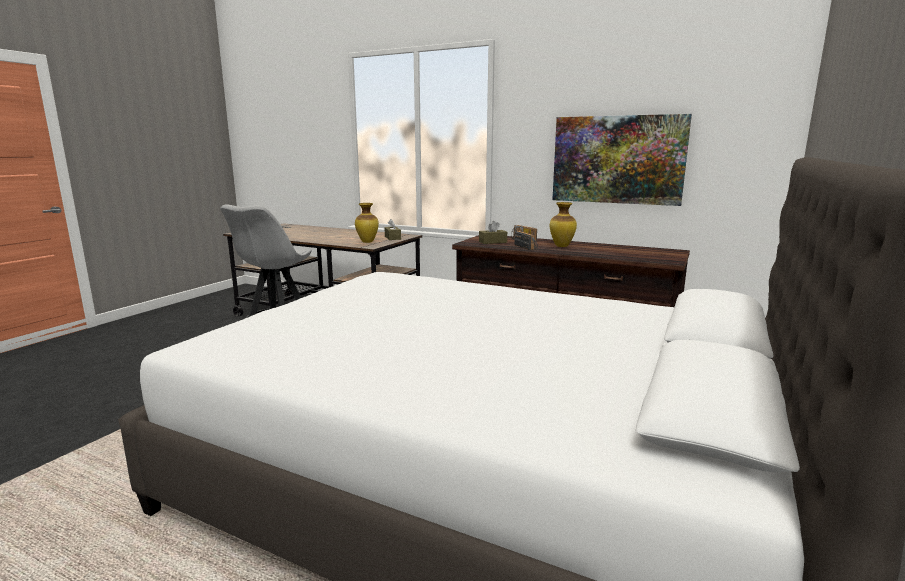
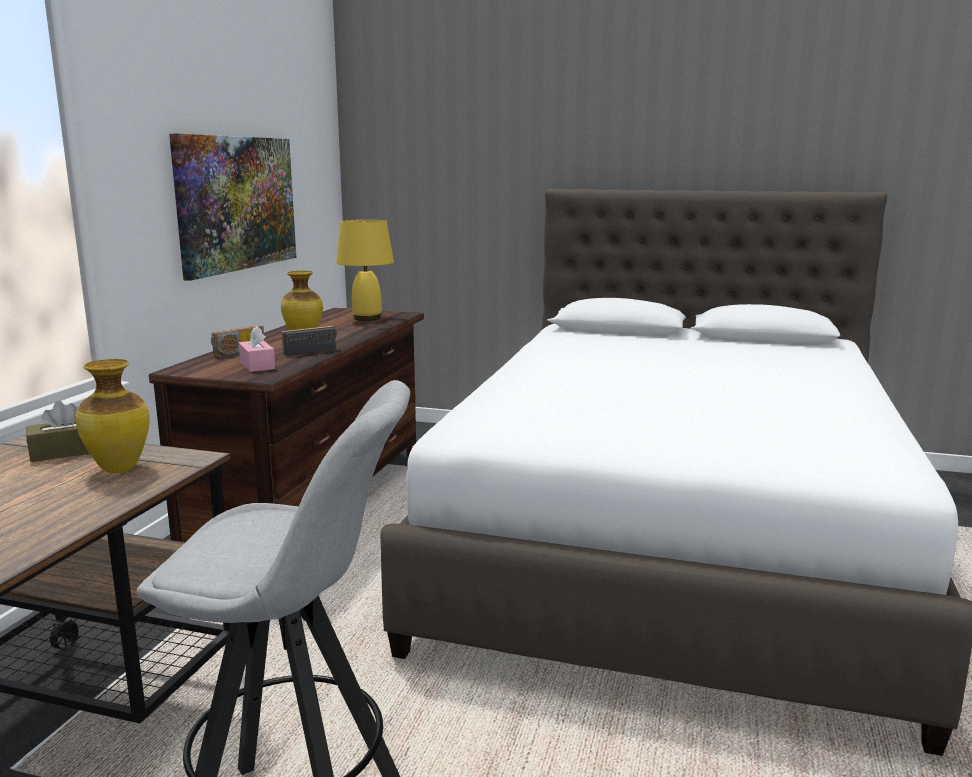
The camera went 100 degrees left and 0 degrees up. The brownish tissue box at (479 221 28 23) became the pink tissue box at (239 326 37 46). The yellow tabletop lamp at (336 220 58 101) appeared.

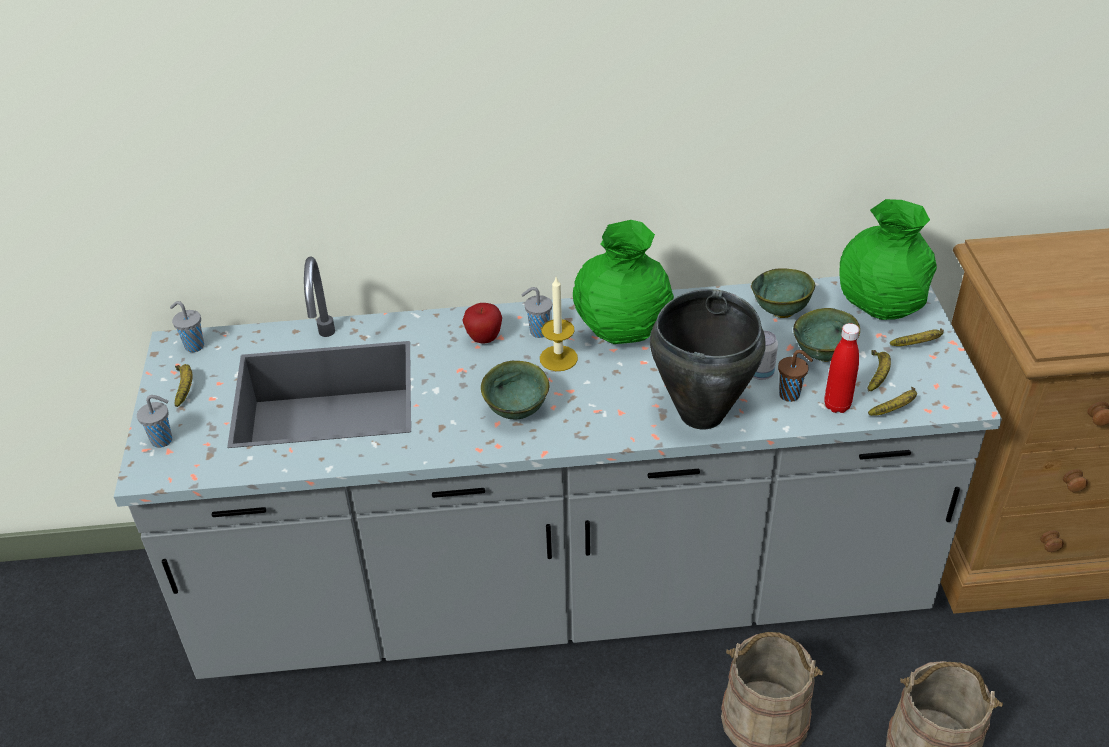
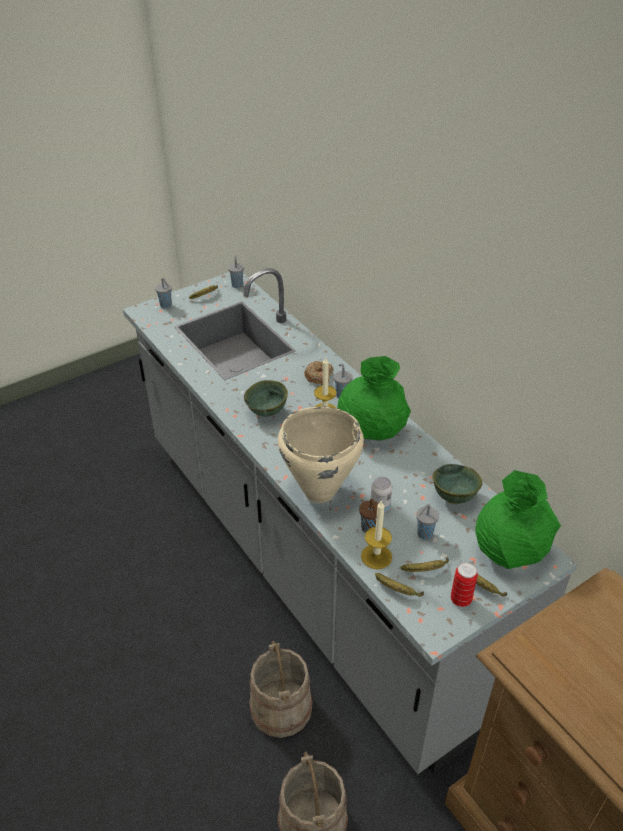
The camera went 60 degrees right and 0 degrees up. The black stockpot at (650 289 116 140) became the beige stockpot at (278 407 86 96). The apple fruit at (462 303 40 41) was replaced by the ring doughnut at (304 361 30 24). The greenish serving bowl at (793 308 67 54) was replaced by the gray small cup at (416 504 23 36). The reddish drink bottle at (824 323 36 90) was replaced by the wax candle at (361 500 31 69). The sealed can at (451 562 27 45) appeared.

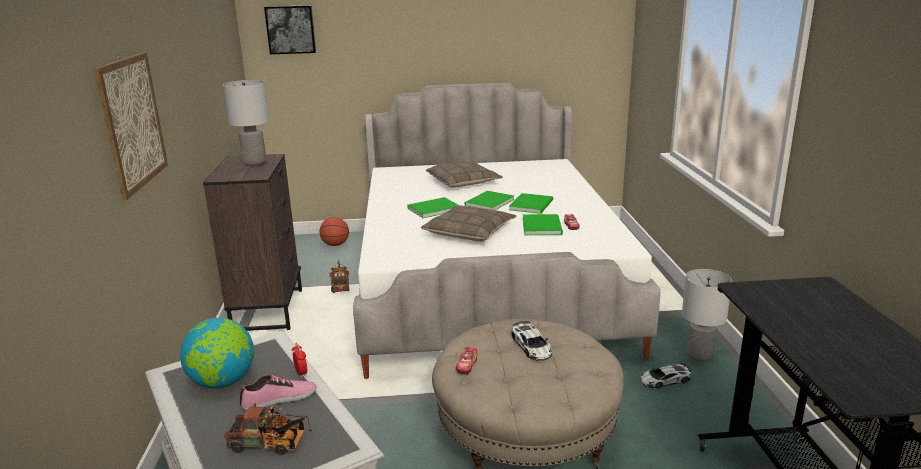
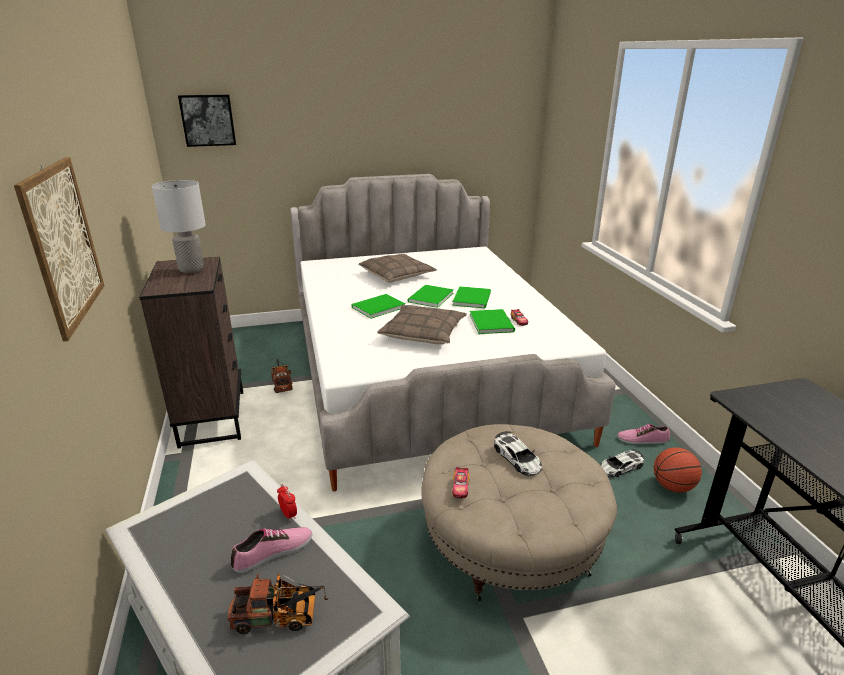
The camera went 10 degrees left and 5 degrees up. The basketball ball moved from (320 217 29 29) to (654 447 48 46). The gray tabletop lamp at (682 269 50 92) was replaced by the low shoe at (617 424 53 20). The world globe at (180 318 74 70) disappeared.

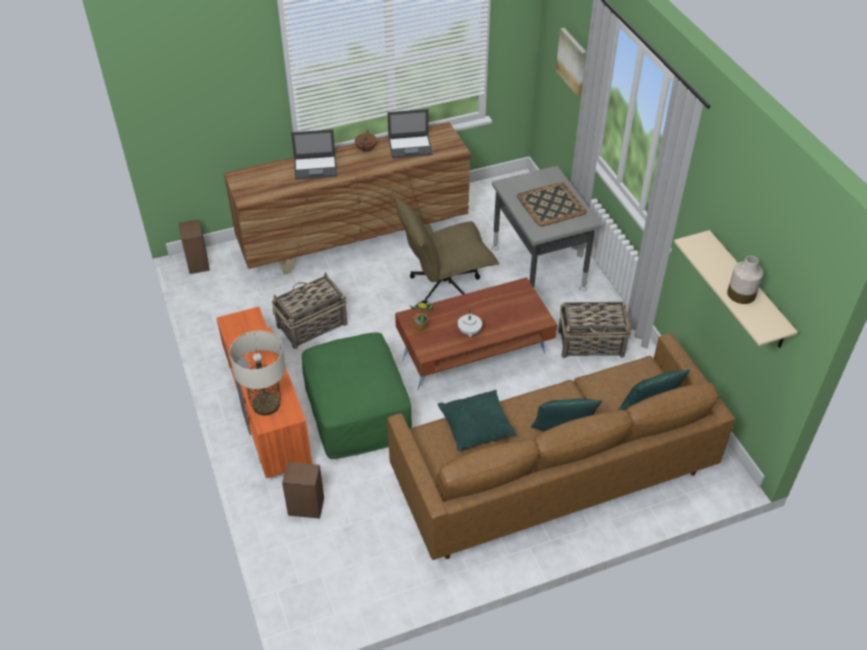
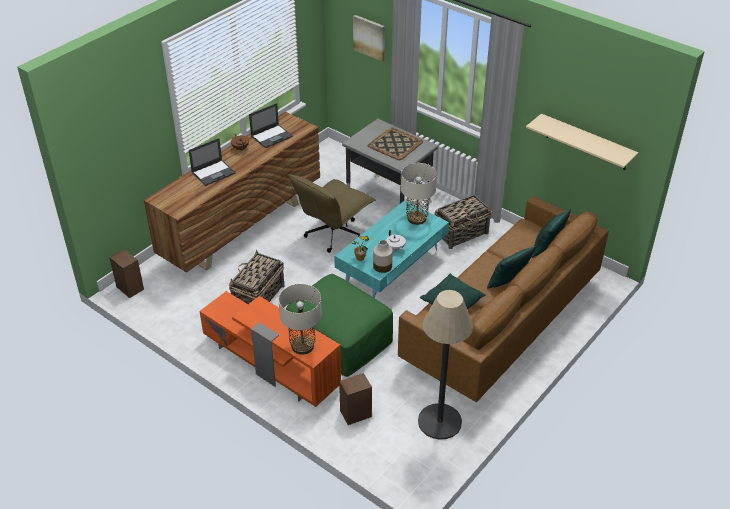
The camera went 30 degrees left and 5 degrees down. The beige flower vase moved from (727 256 36 48) to (373 240 20 33). The brownish coffee table at (395 277 162 113) became the blue-green coffee table at (334 200 115 98). The tabletop lamp at (401 163 36 62) appeared. The standing lamp at (418 290 55 150) appeared.

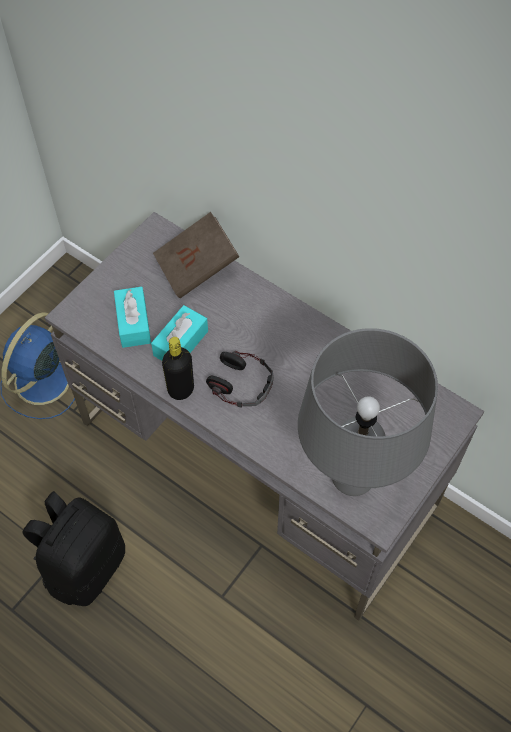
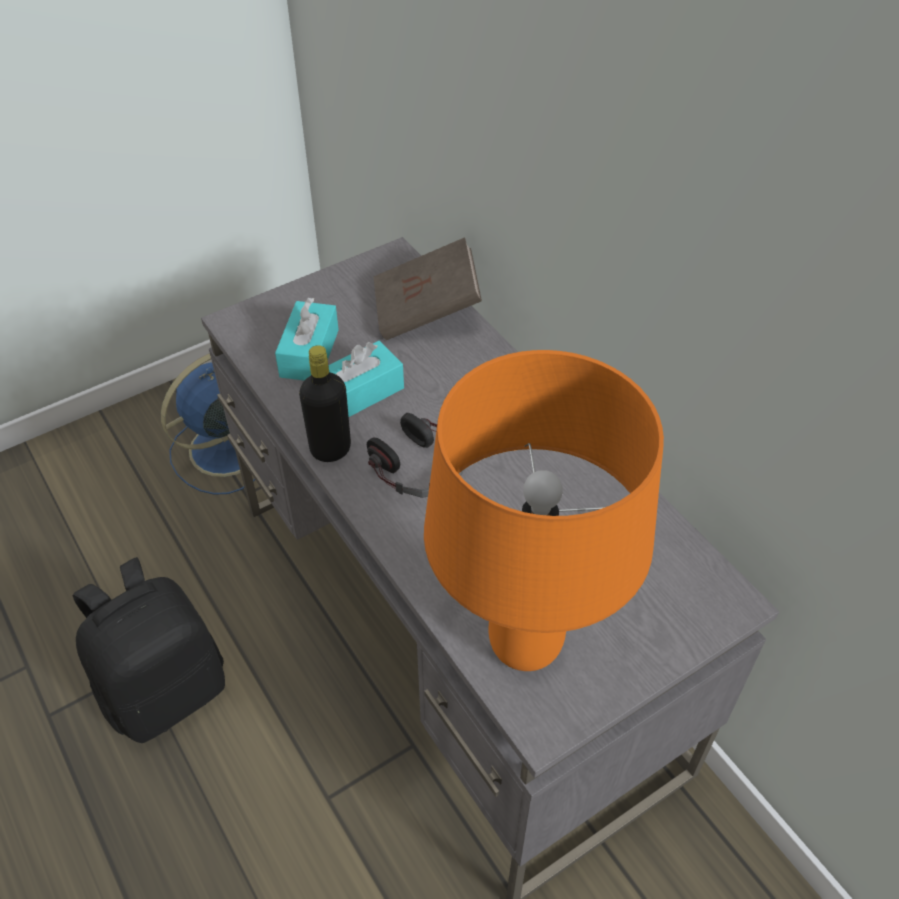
The camera went 20 degrees right and 10 degrees down. The gray tabletop lamp at (298 328 140 168) became the orange tabletop lamp at (424 350 240 321).

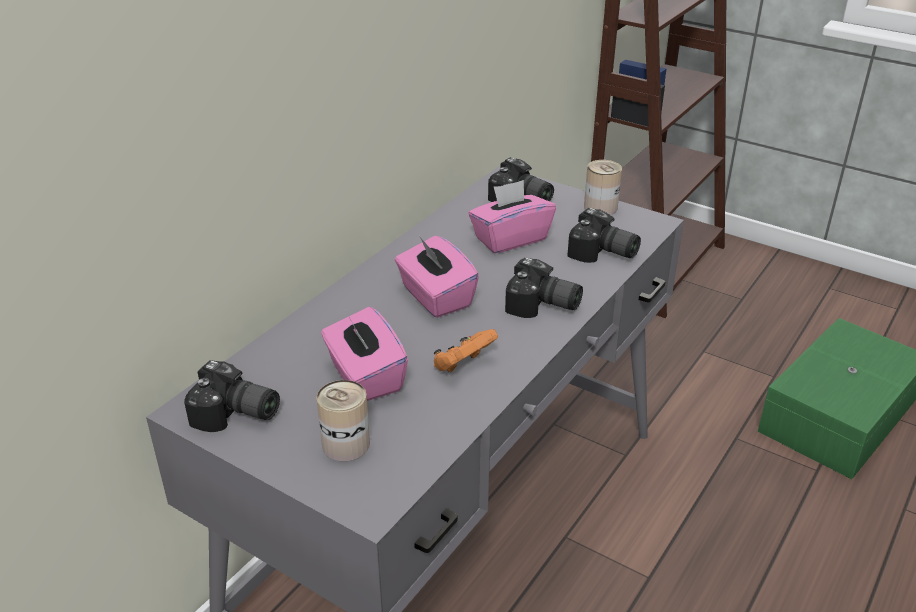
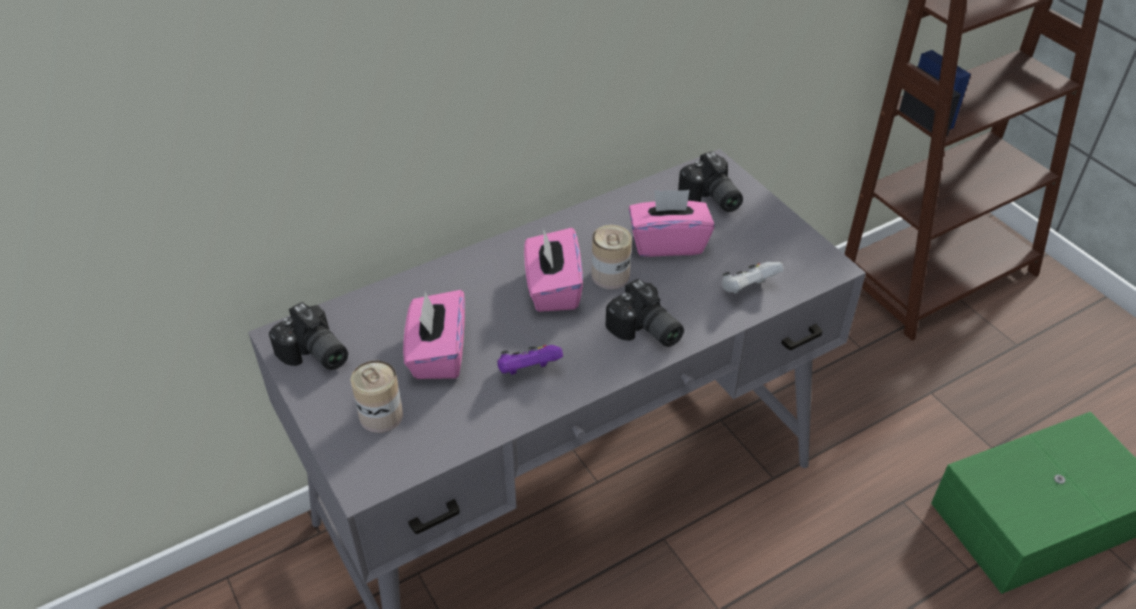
The camera went 25 degrees right and 10 degrees up. The sealed can moved from (584 160 38 55) to (592 225 40 64). The photo camera at (567 208 74 55) was replaced by the white gamepad at (721 262 63 32). The orange gamepad at (434 329 64 44) became the purple gamepad at (497 345 66 30).

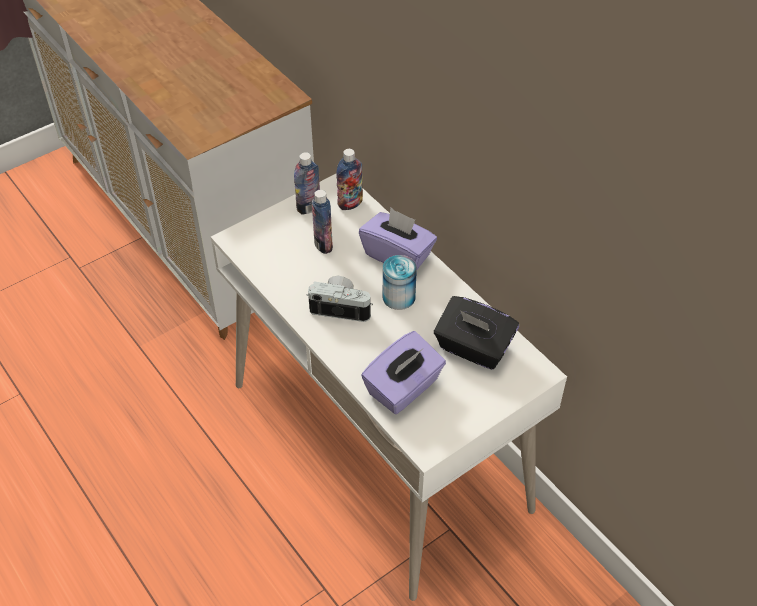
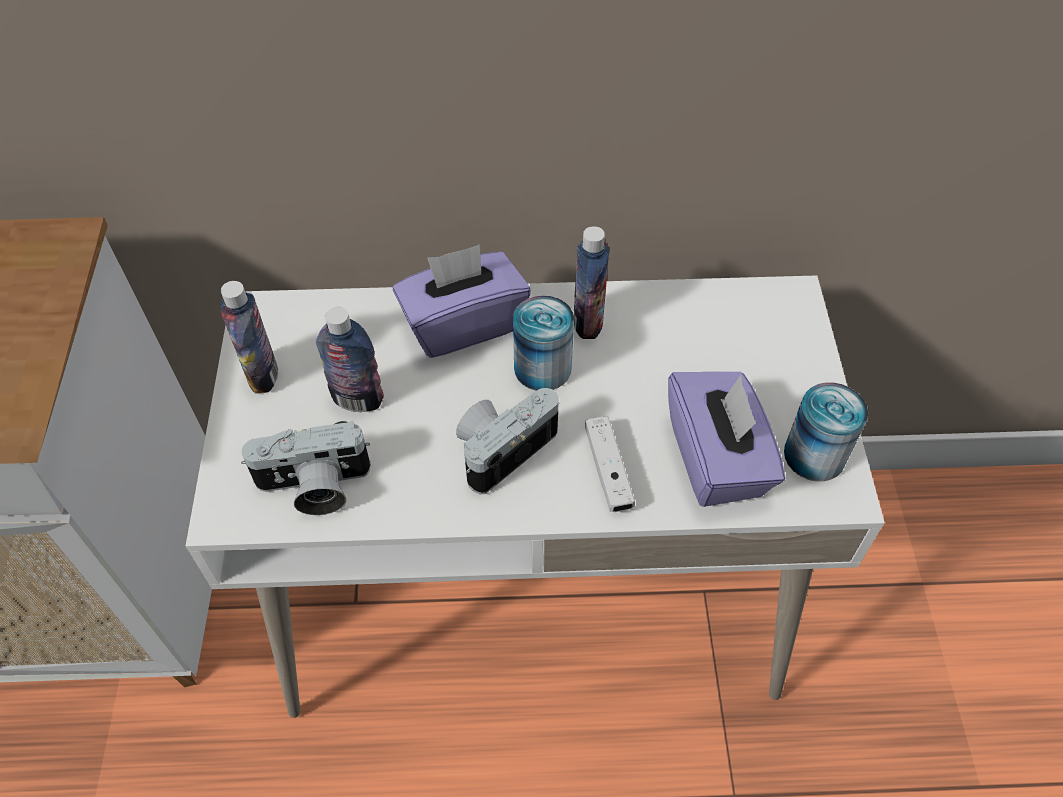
The camera went 55 degrees left and 5 degrees up. The drink bottle moved from (336 149 27 61) to (574 226 35 113). The black tissue box at (434 296 85 74) disappeared. The sealed can at (784 382 84 99) appeared. The white gamepad at (585 416 50 96) appeared. The photo camera at (241 421 130 94) appeared.

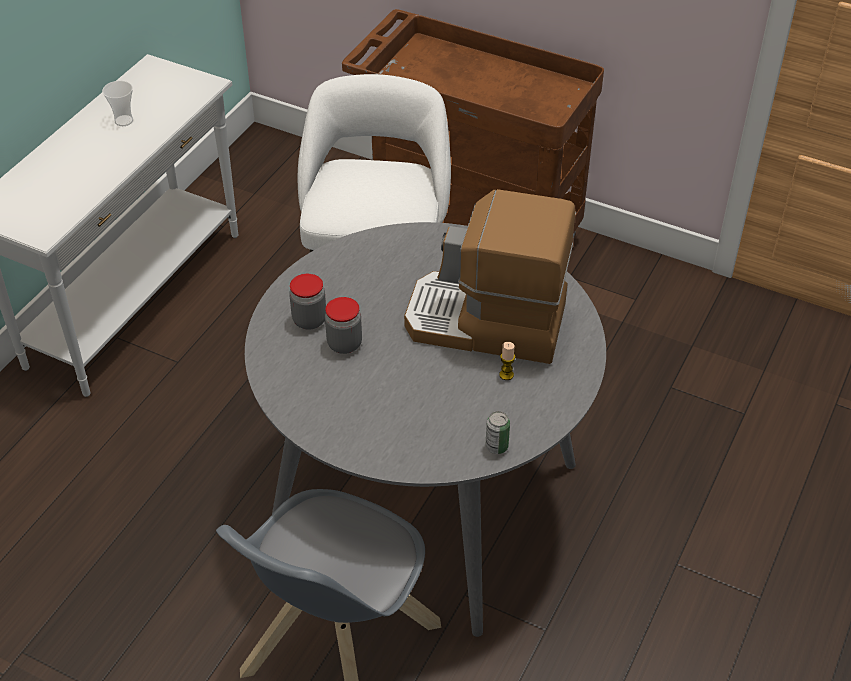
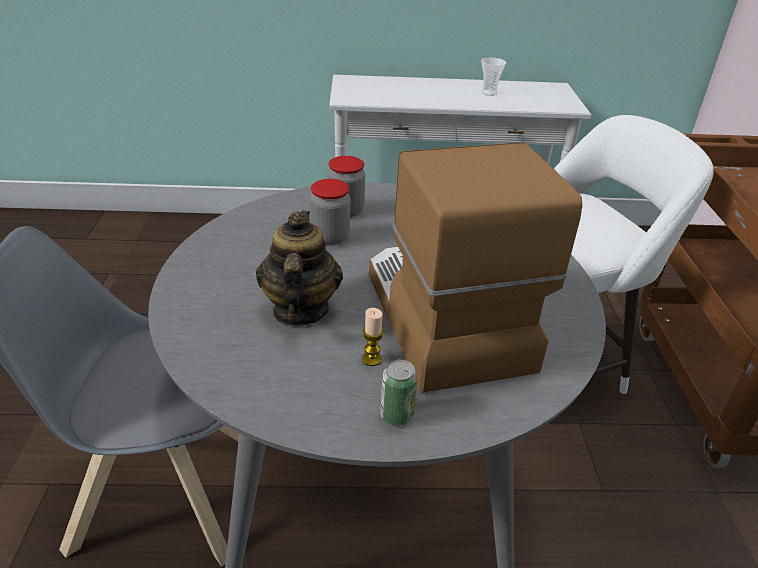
The camera went 60 degrees right and 10 degrees down. The sealed can moved from (486 411 24 43) to (380 360 38 66). The teapot at (256 210 87 116) appeared.

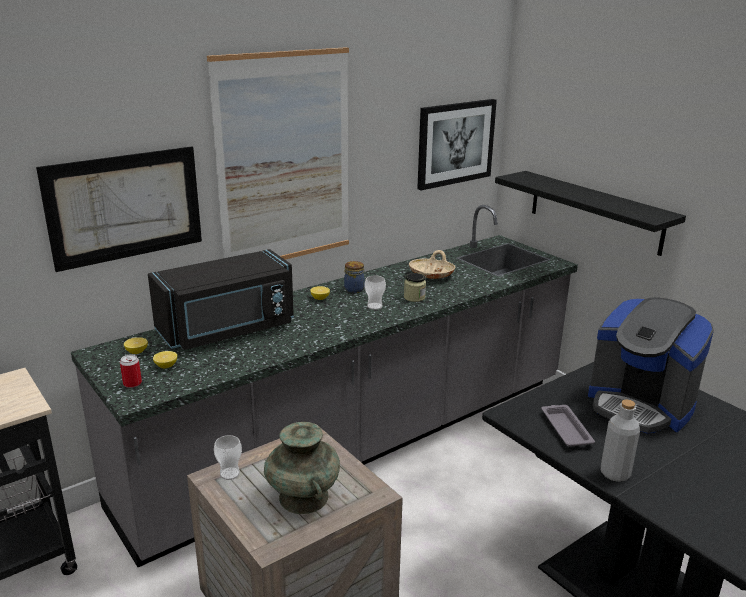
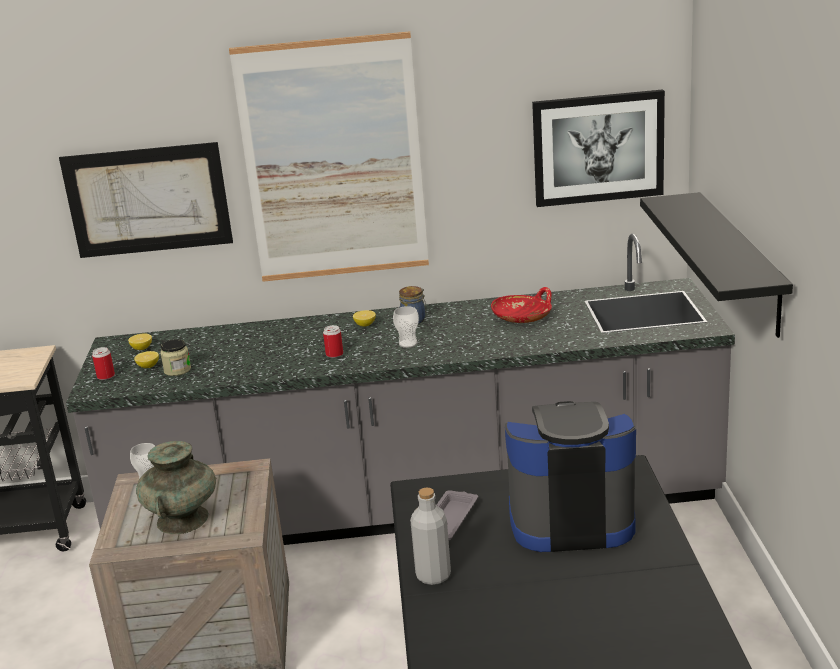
The camera went 35 degrees right and 0 degrees up. The black microwave at (148 249 146 101) disappeared. The beige serving bowl at (409 250 46 29) became the reddish serving bowl at (491 287 61 36). The storage jar moved from (404 273 22 29) to (160 339 31 37). The coffee maker at (588 297 126 137) turned 105 degrees clockwise. The sealed can at (323 325 20 33) appeared.

